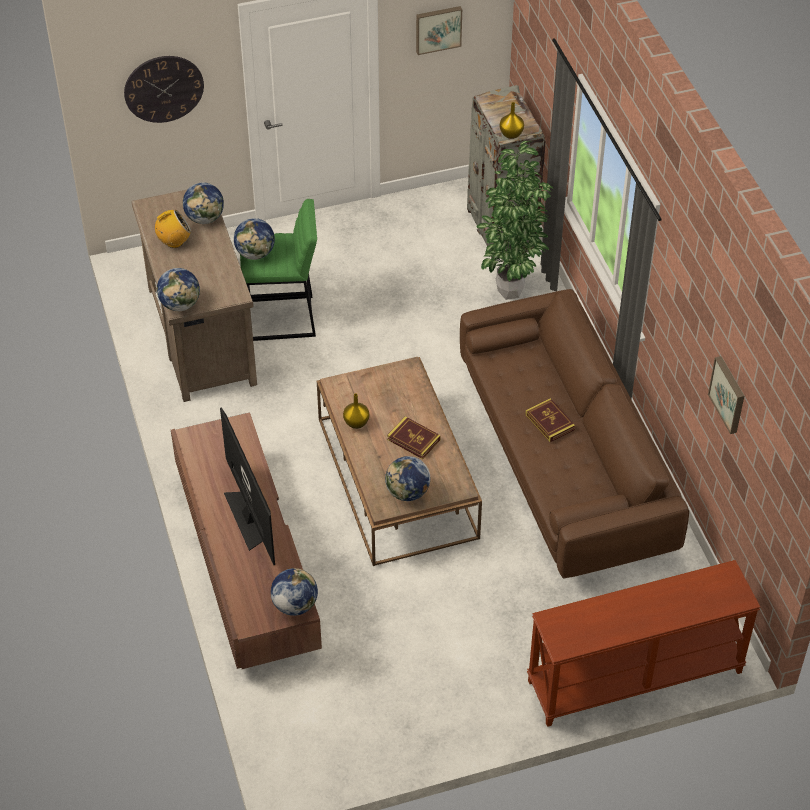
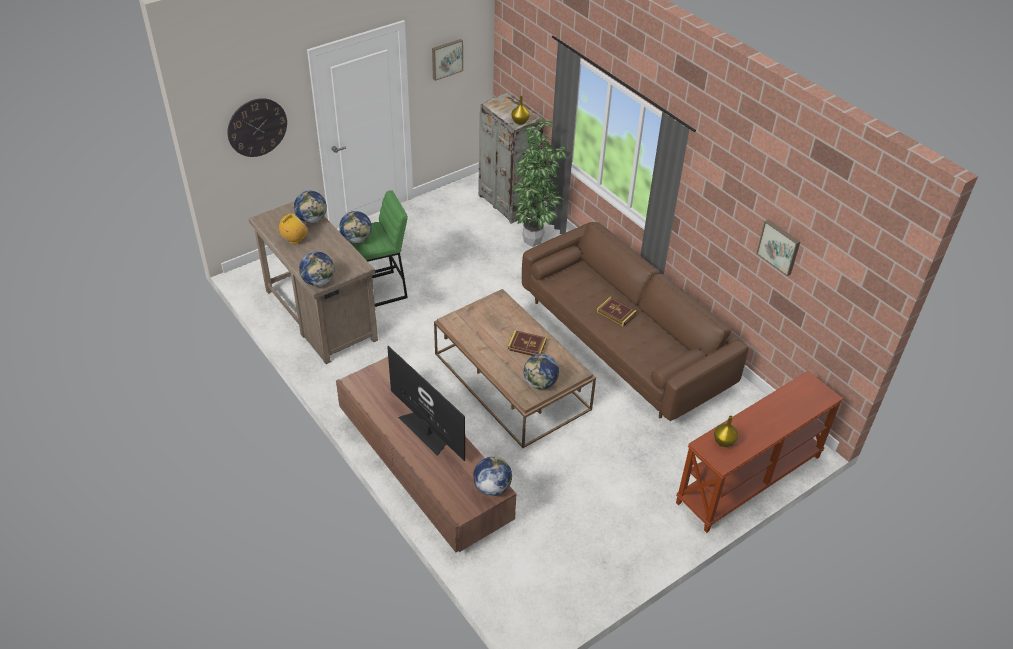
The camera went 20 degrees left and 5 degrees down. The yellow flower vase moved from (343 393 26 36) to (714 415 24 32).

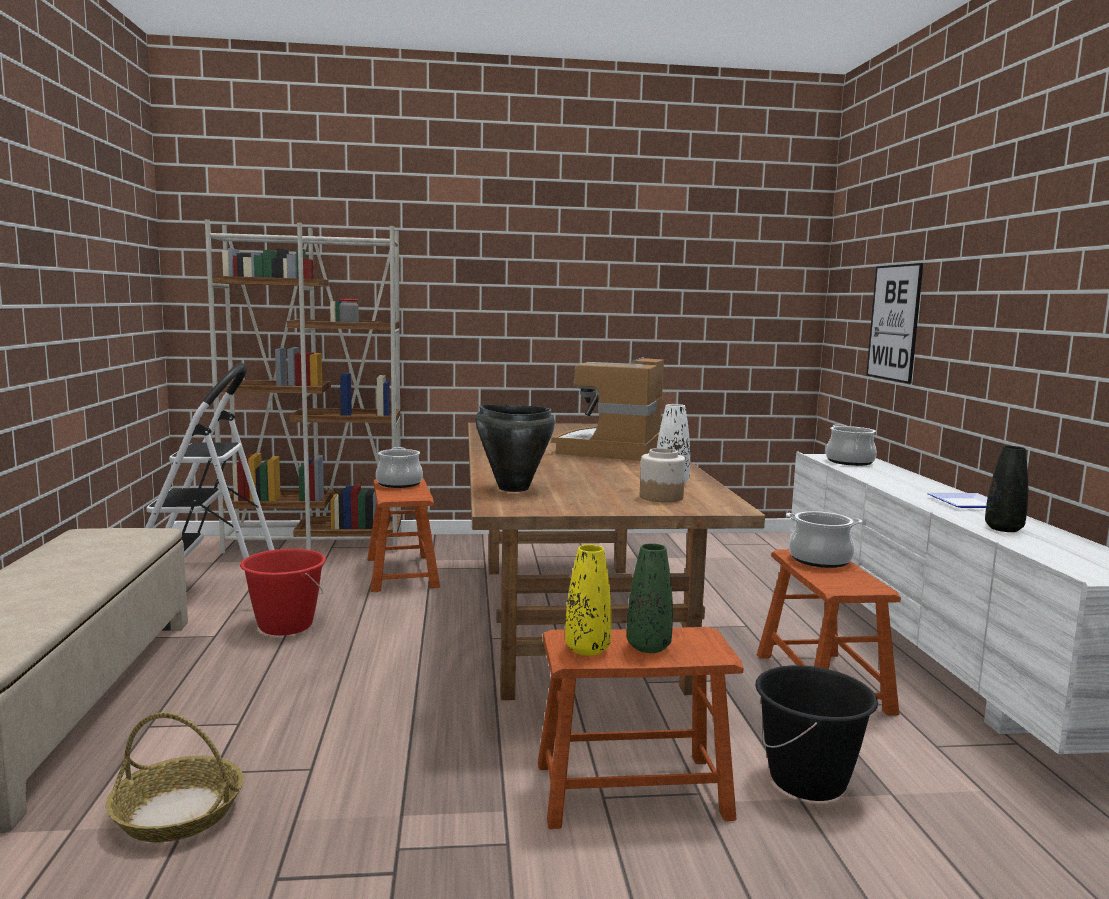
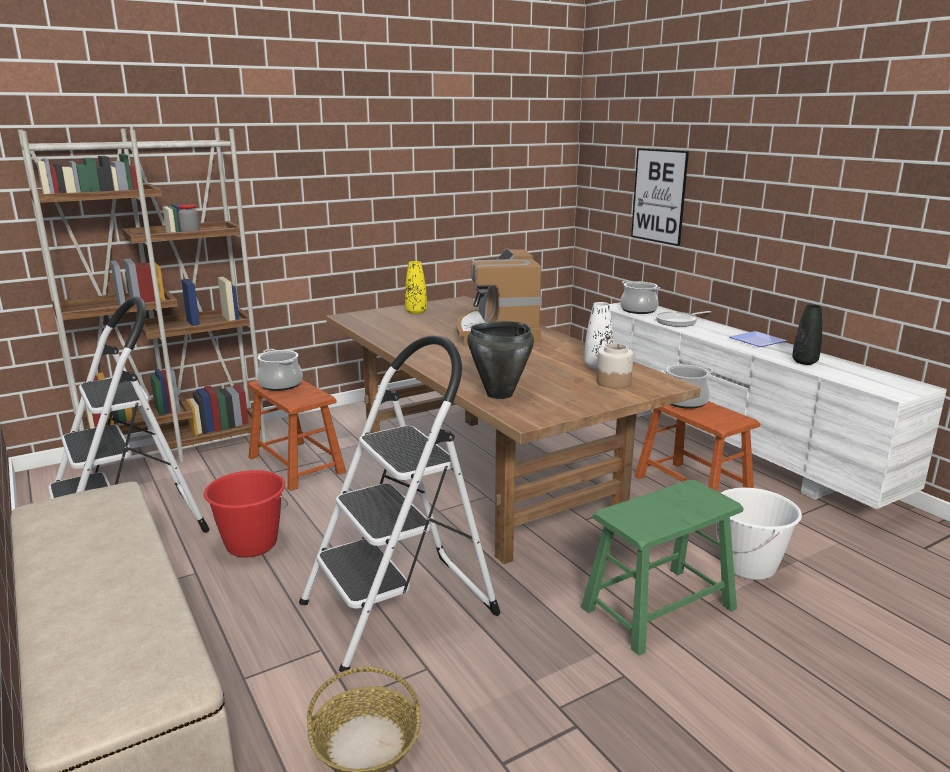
The camera went 25 degrees left and 10 degrees up. The greenish flower vase at (627 543 46 110) disappeared. The yellow flower vase moved from (565 545 47 111) to (405 261 22 53). The brownish sitting stool at (538 627 205 202) became the greenish sitting stool at (581 480 163 175). The black pail at (755 665 123 136) became the white pail at (716 488 86 92). The frying pan at (656 311 55 16) appeared. The step ladder at (299 335 201 337) appeared.

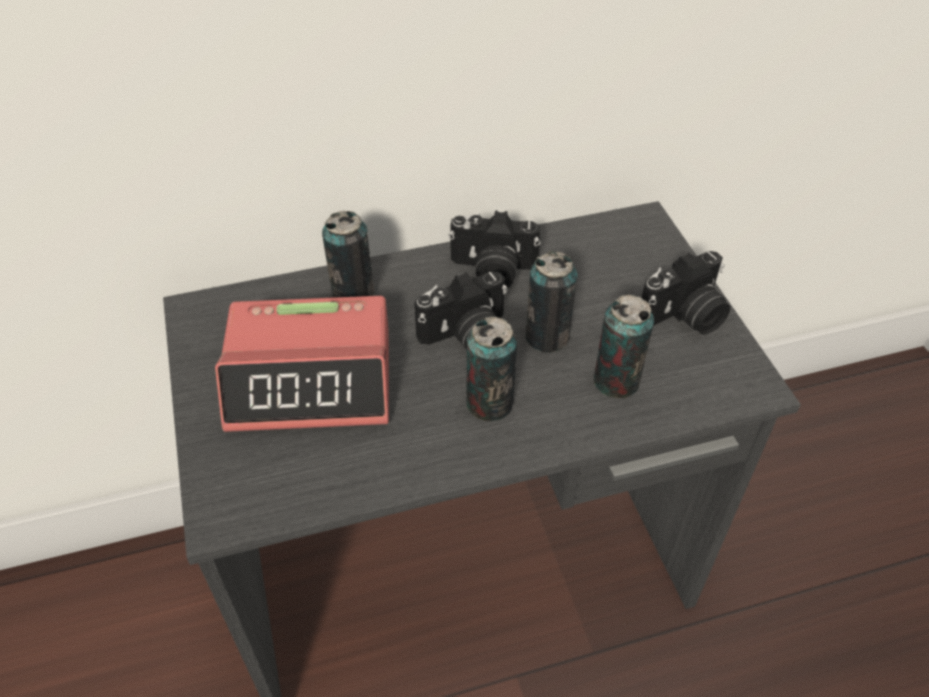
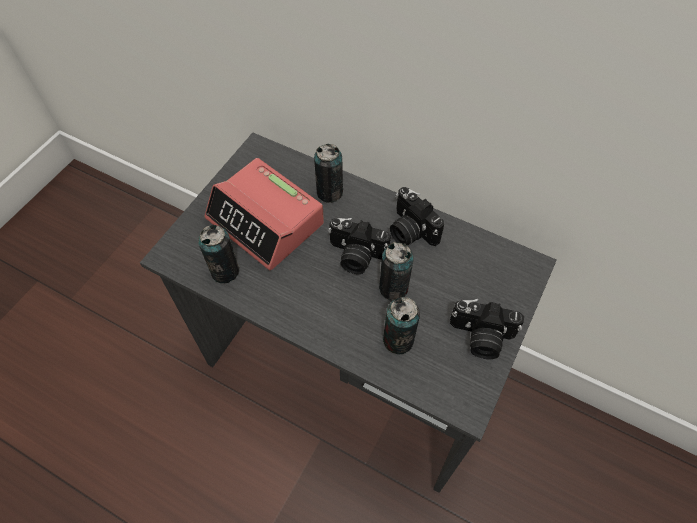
The camera went 45 degrees right and 10 degrees up. The sealed can moved from (466 316 51 105) to (198 225 42 58).

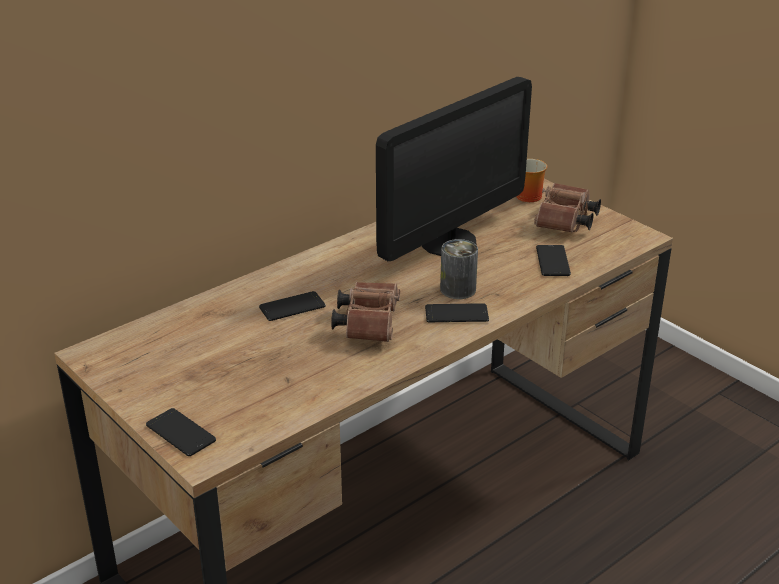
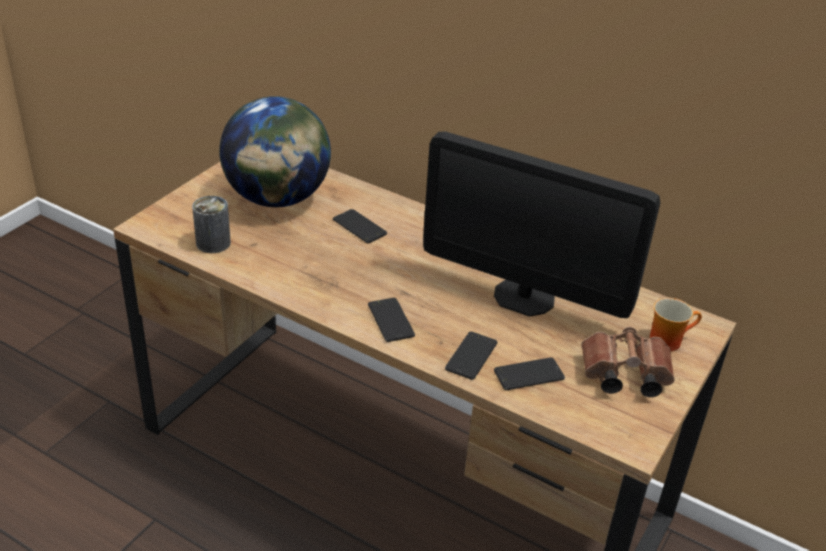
The camera went 70 degrees right and 5 degrees up. The sealed can moved from (440 239 38 60) to (192 196 39 57). The brownish binoculars at (331 282 69 60) disappeared. The telephone moved from (146 408 70 48) to (445 332 52 48). The world globe at (219 96 112 111) appeared.

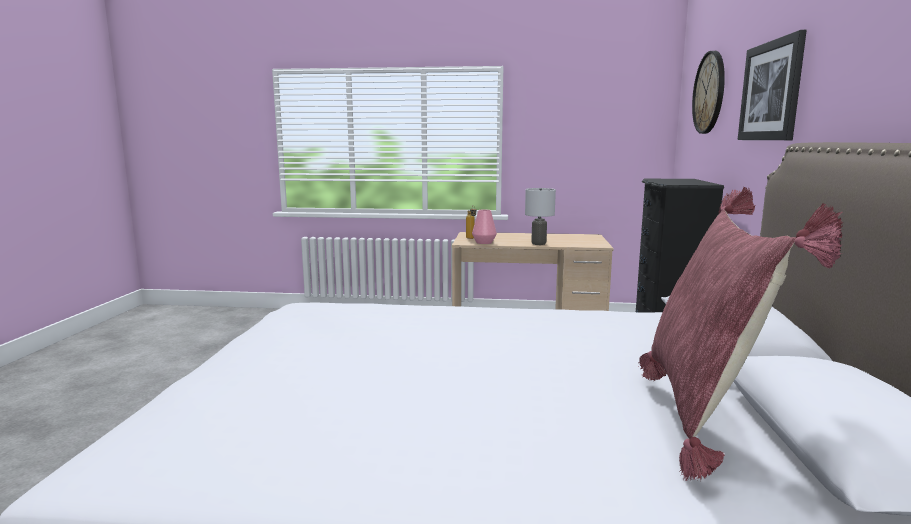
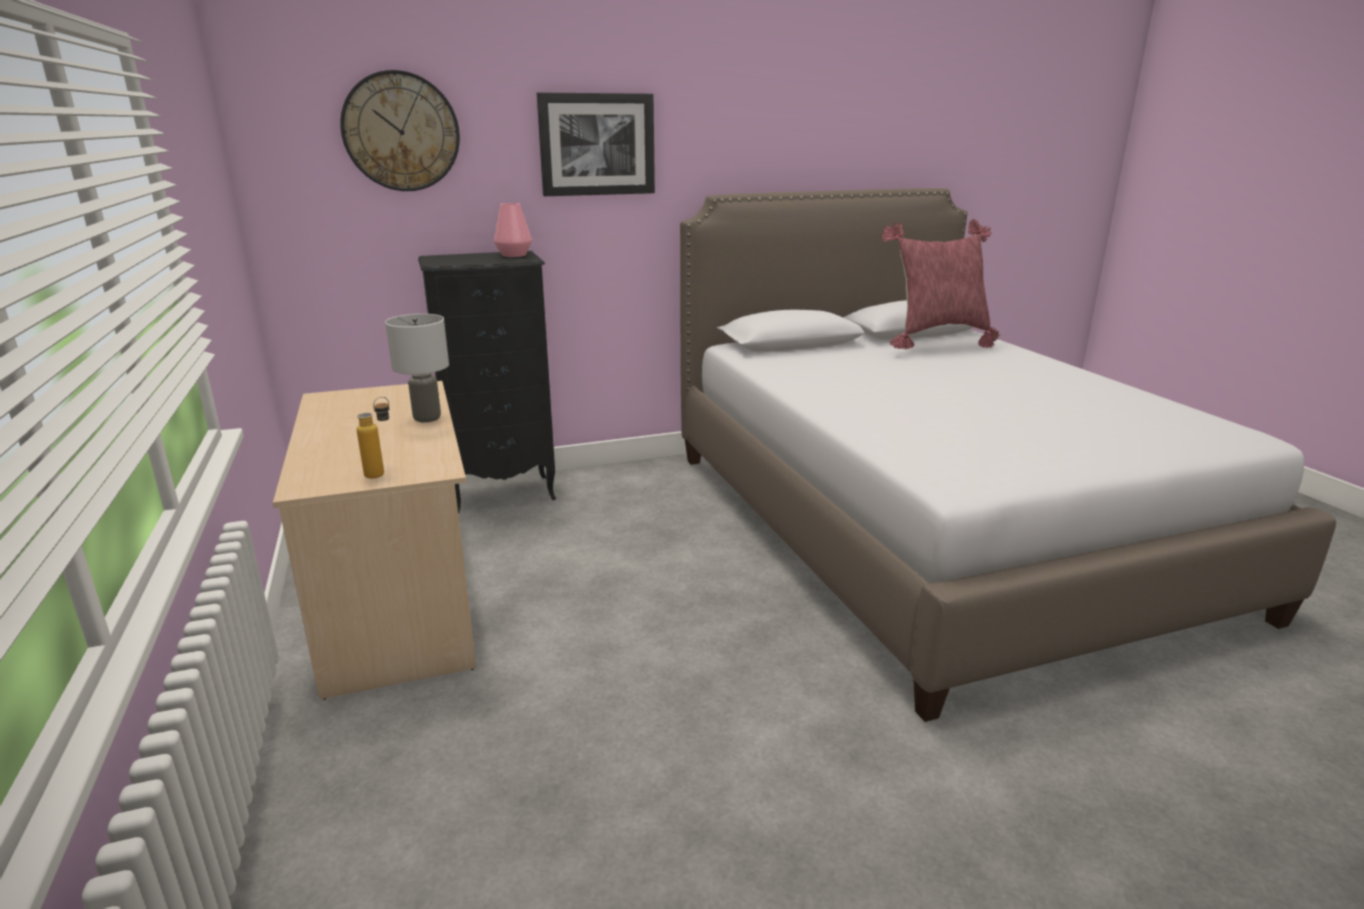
The camera went 115 degrees left and 10 degrees up. The pink flower vase moved from (472 209 25 35) to (494 203 38 54).

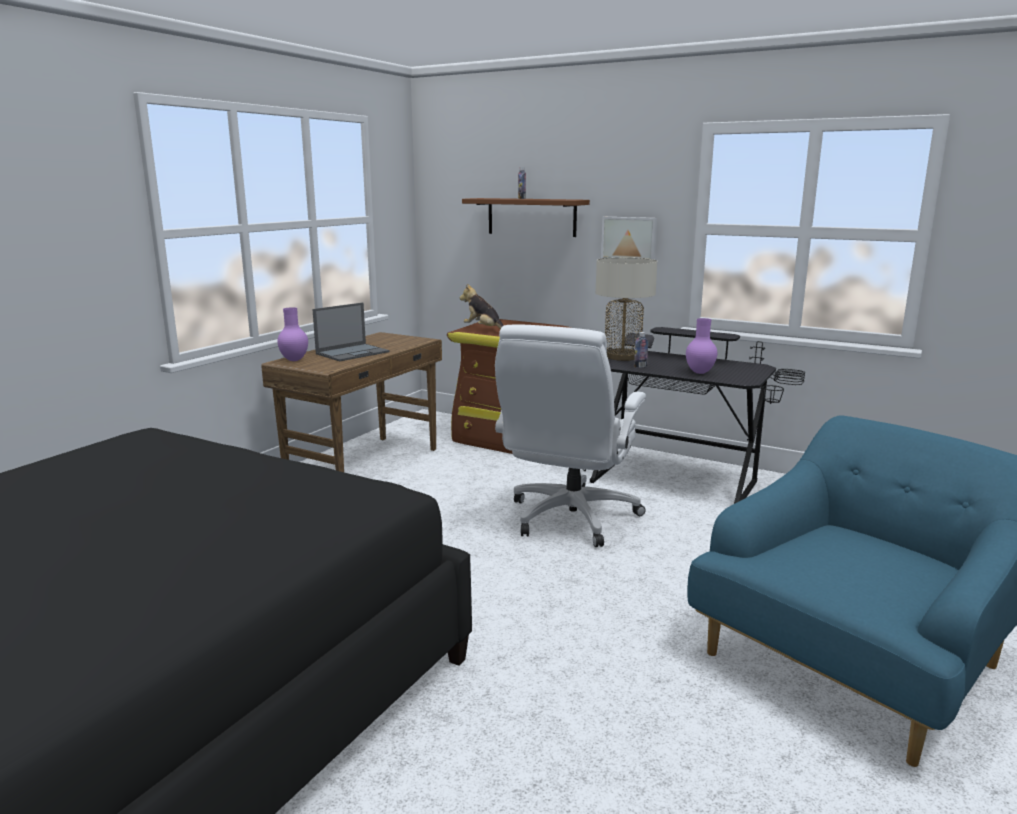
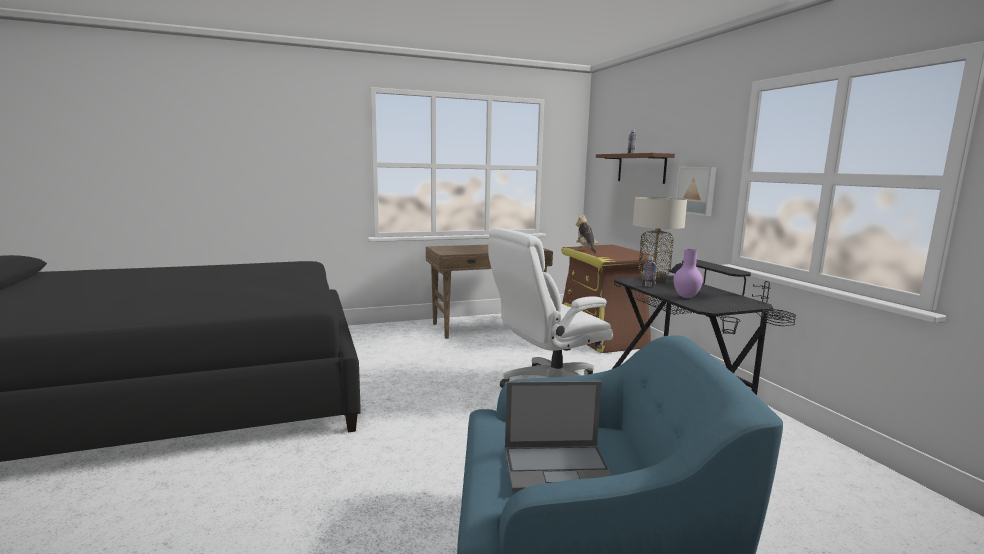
The camera went 40 degrees right and 5 degrees down. The notebook computer moved from (312 303 77 58) to (505 381 107 110). The purple flower vase at (277 307 31 54) disappeared.

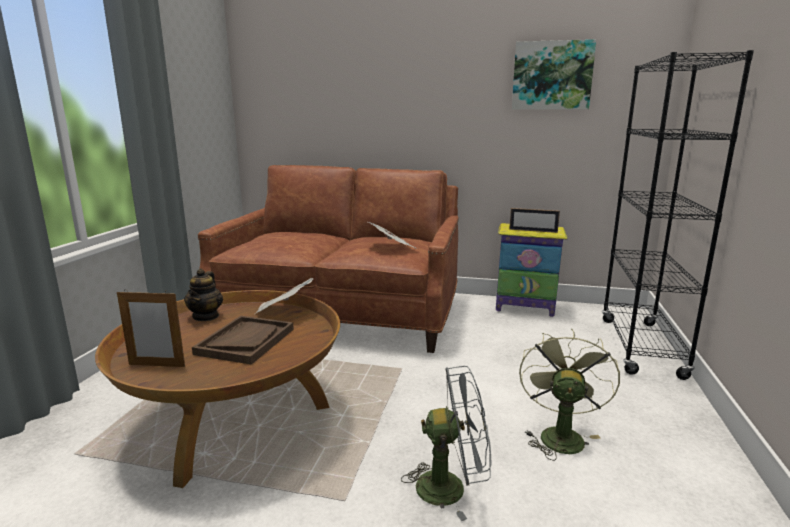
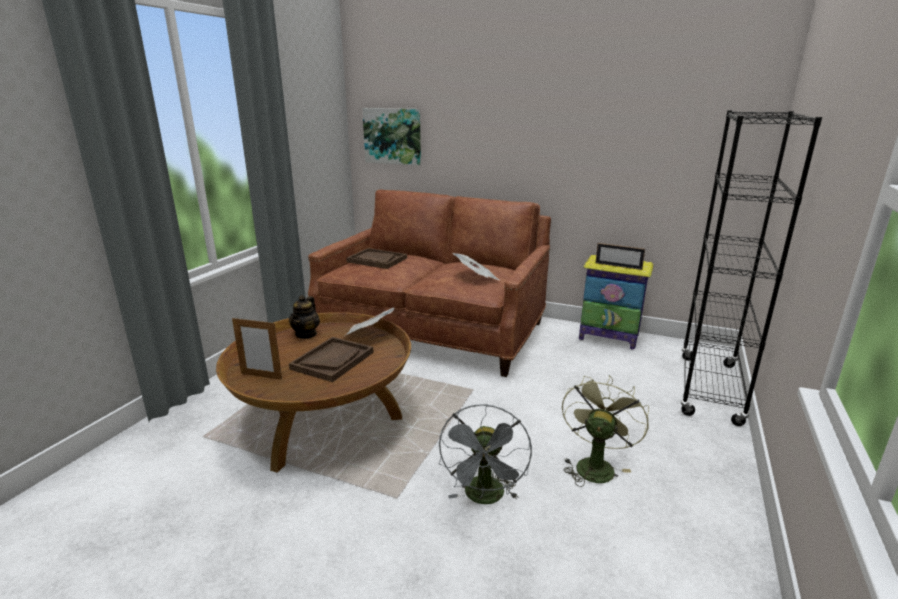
The camera went 10 degrees right and 5 degrees up. The wall picture moved from (512 39 84 71) to (362 108 59 58). The gray electric fan at (401 366 90 155) turned 90 degrees clockwise. The brownish carrying tray at (346 248 61 21) appeared.

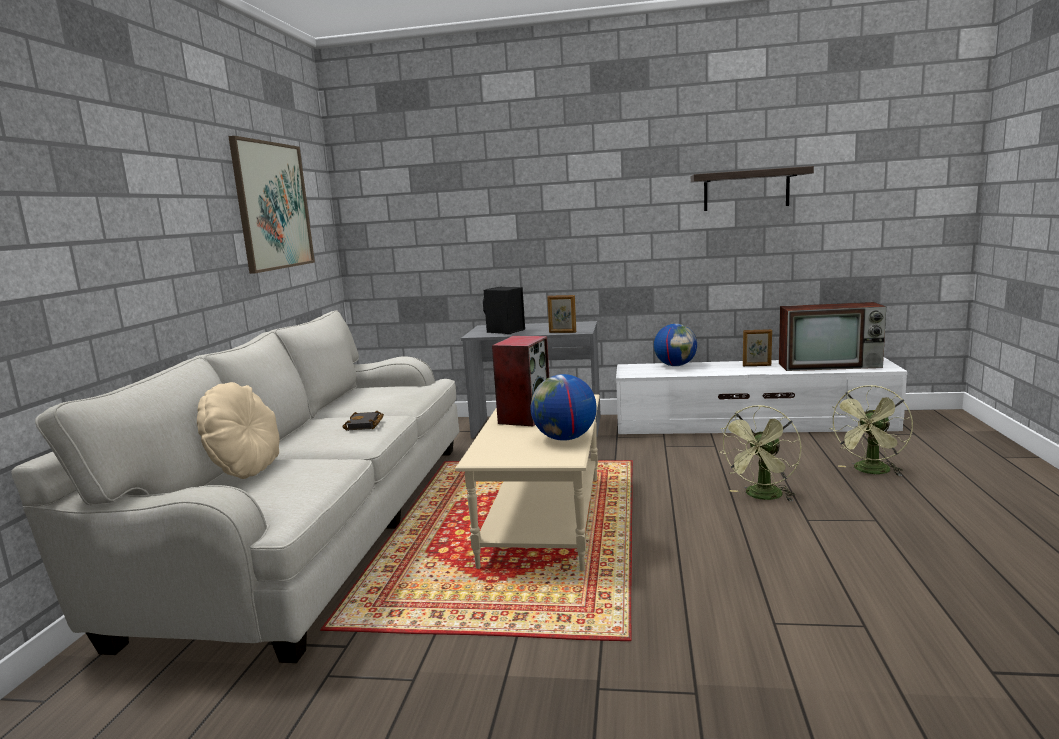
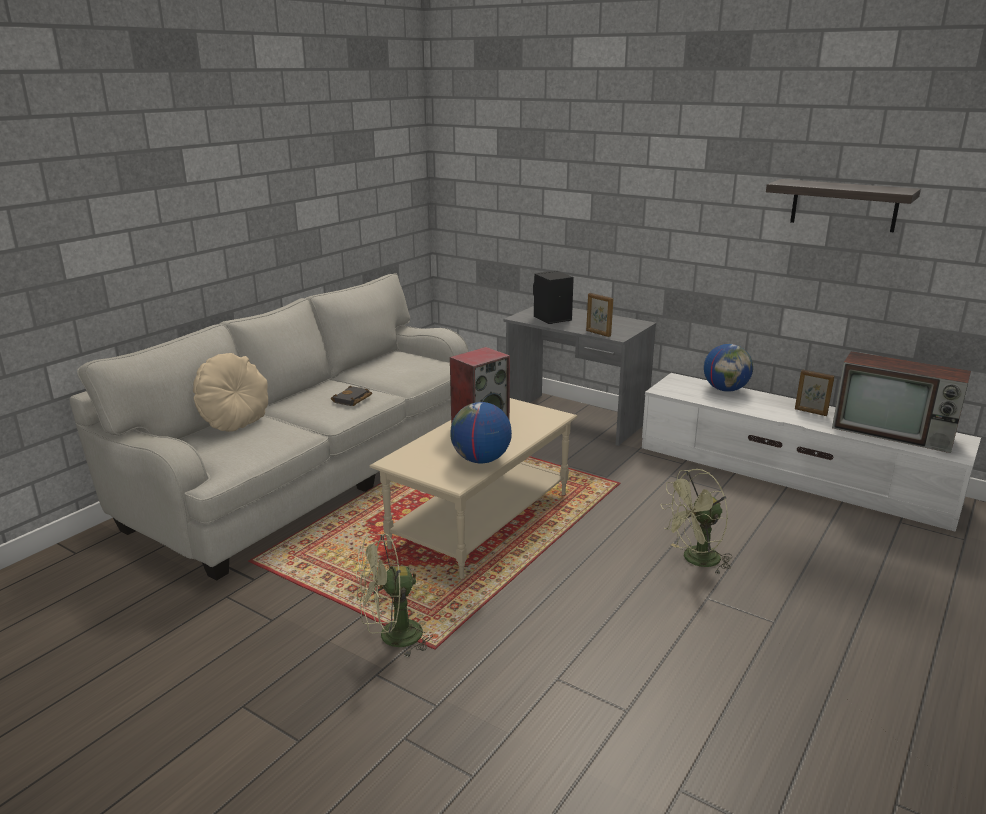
The camera went 25 degrees right and 10 degrees up. The wall picture at (228 136 87 138) disappeared. The greenish electric fan moved from (829 385 84 91) to (356 533 77 125).

